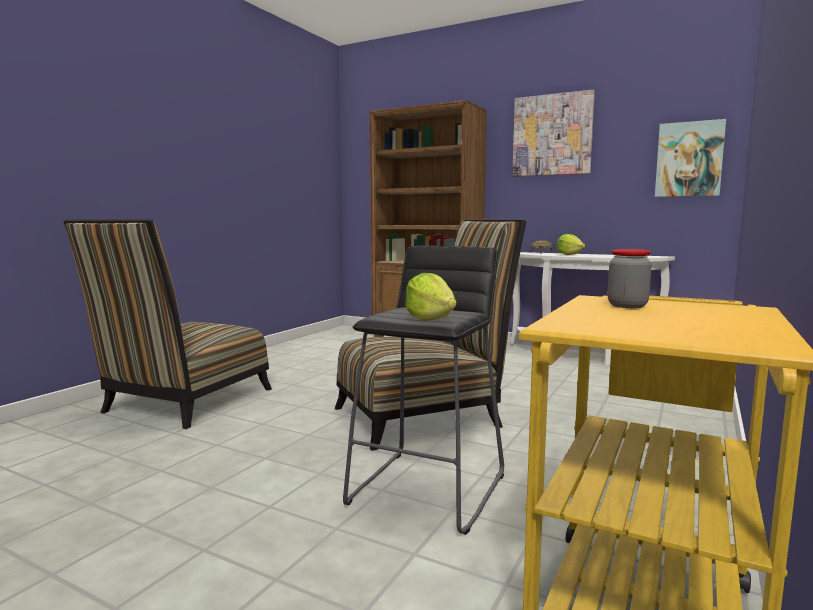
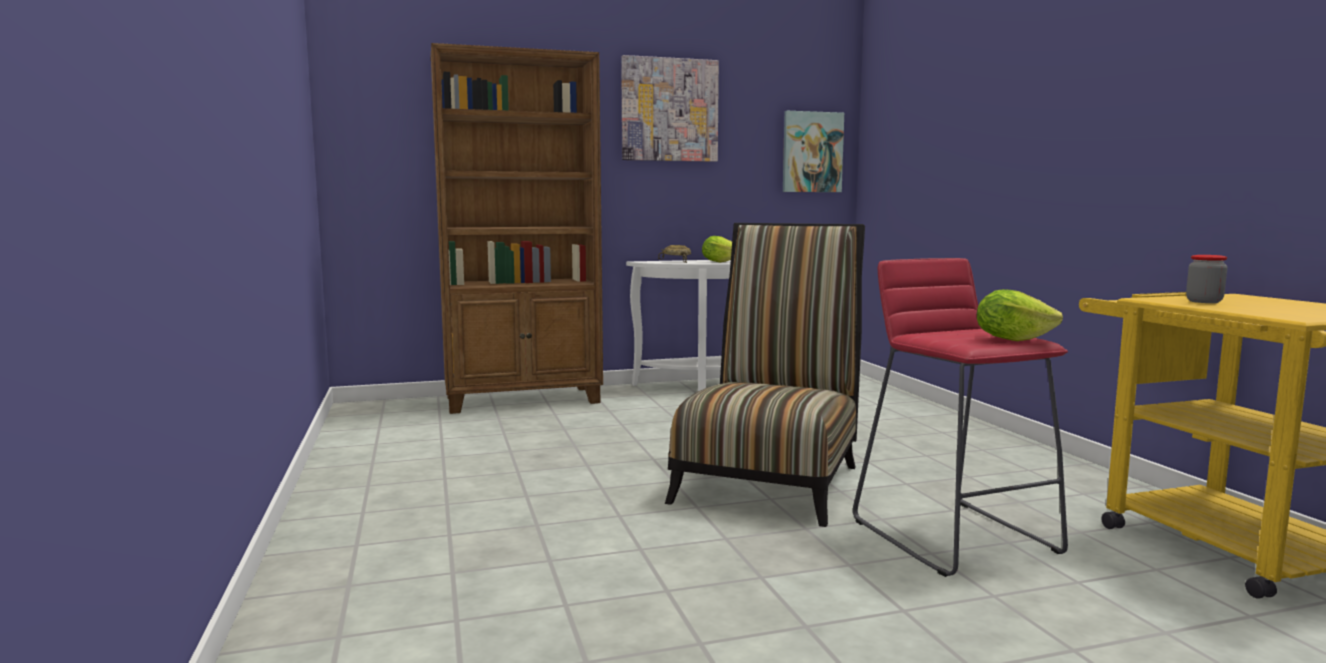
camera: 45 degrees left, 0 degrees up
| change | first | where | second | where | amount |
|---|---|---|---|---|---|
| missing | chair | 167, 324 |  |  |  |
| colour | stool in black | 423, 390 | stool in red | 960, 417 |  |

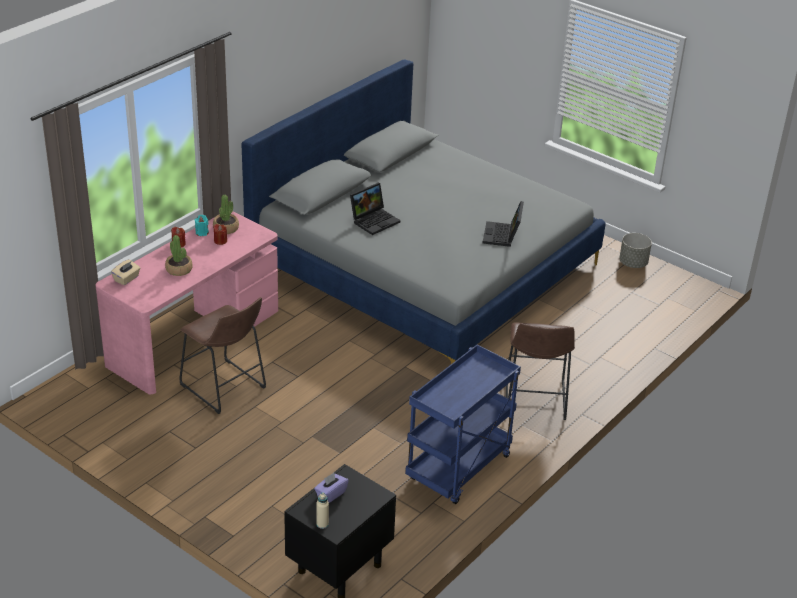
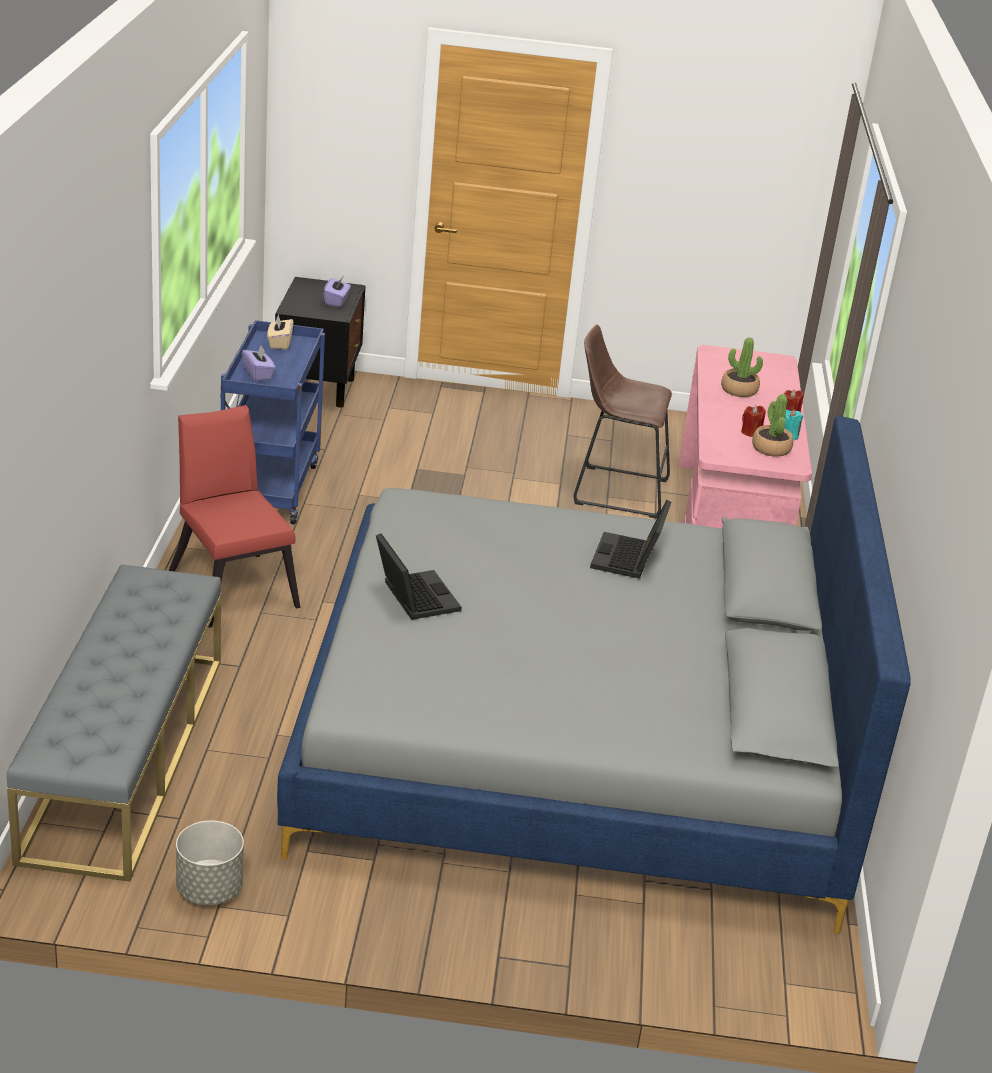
camera: 145 degrees right, 5 degrees down
| change | first | where | second | where | amount |
|---|---|---|---|---|---|
| relocated | tissue box in beige | 125, 272 |  | 280, 332 |  |
| exchanged | stool in brown | 540, 371 | chair in red | 235, 516 |  |
| missing | bottle in beige | 322, 510 |  |  |  |
| appeared |  |  | tissue box in purple | 259, 363 |  |
| appeared |  |  | bench in grey | 113, 723 |  |

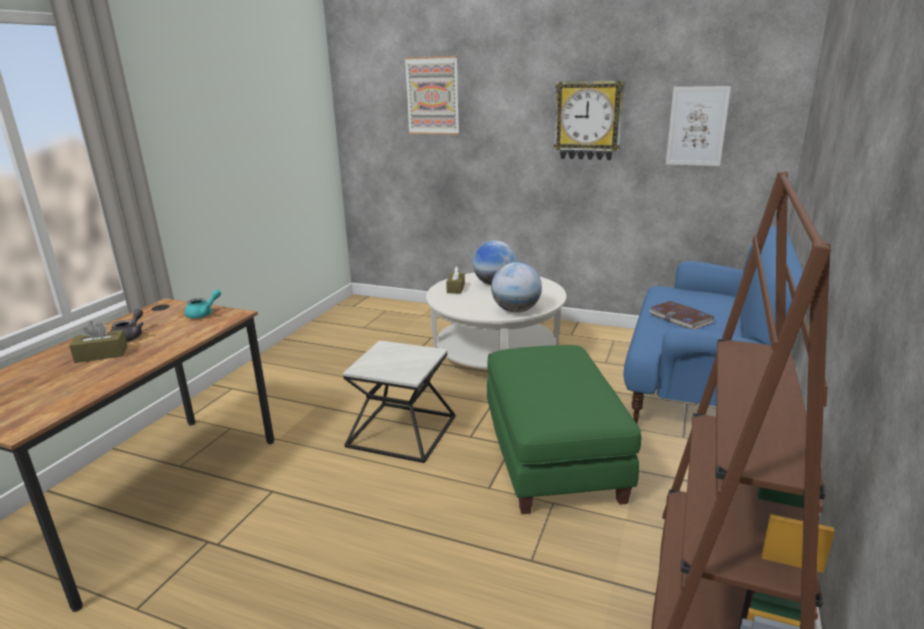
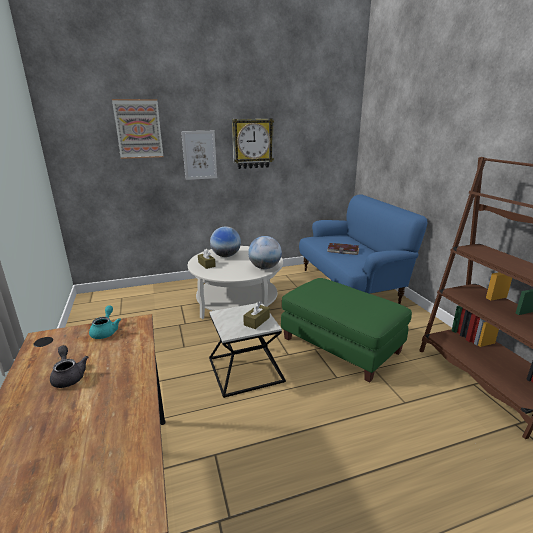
camera: 40 degrees left, 0 degrees up
| change | first | where | second | where | amount |
|---|---|---|---|---|---|
| relocated | picture | 698, 126 |  | 199, 155 |  |
| relocated | tissue box in brown | 98, 342 |  | 256, 315 |  |

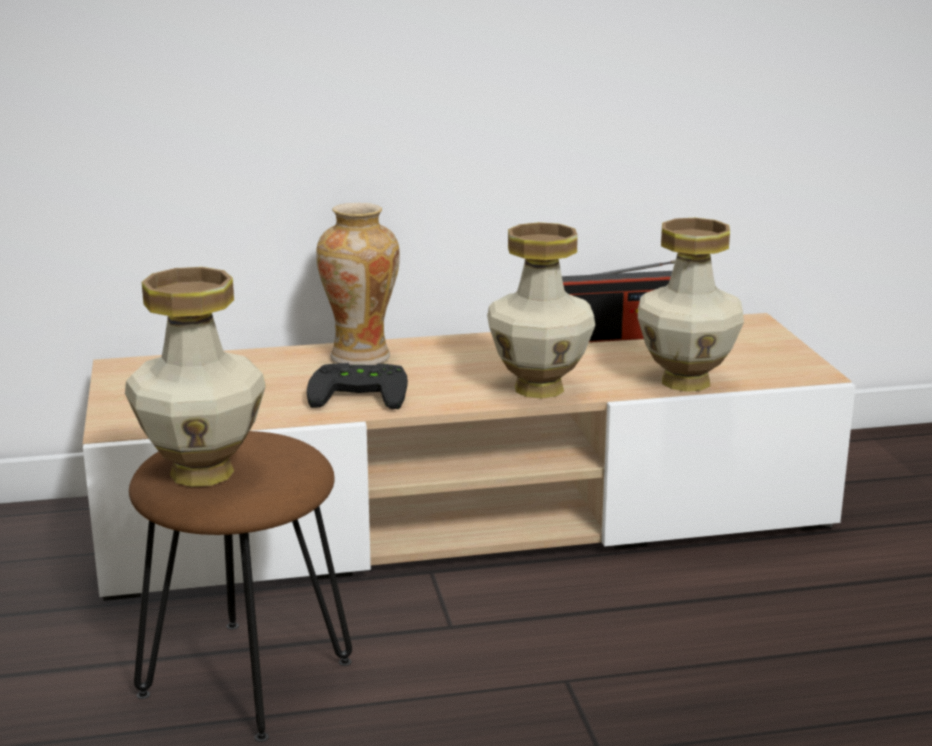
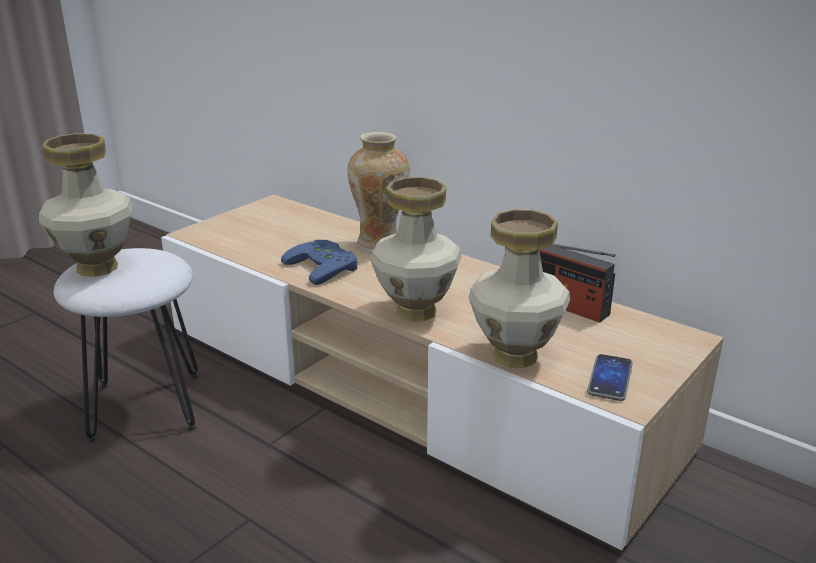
camera: 50 degrees right, 5 degrees up
| change | first | where | second | where | amount |
|---|---|---|---|---|---|
| colour | game controller in black | 357, 386 | game controller in blue | 319, 262 |  |
| colour | stool in brown | 240, 586 | stool in white | 126, 345 |  |
| appeared |  |  | phone | 610, 377 |  |

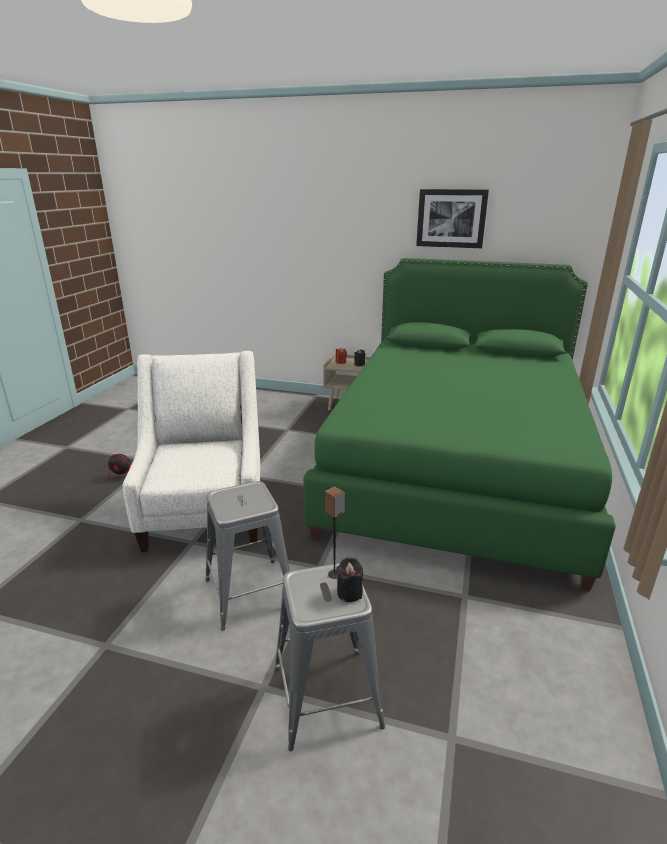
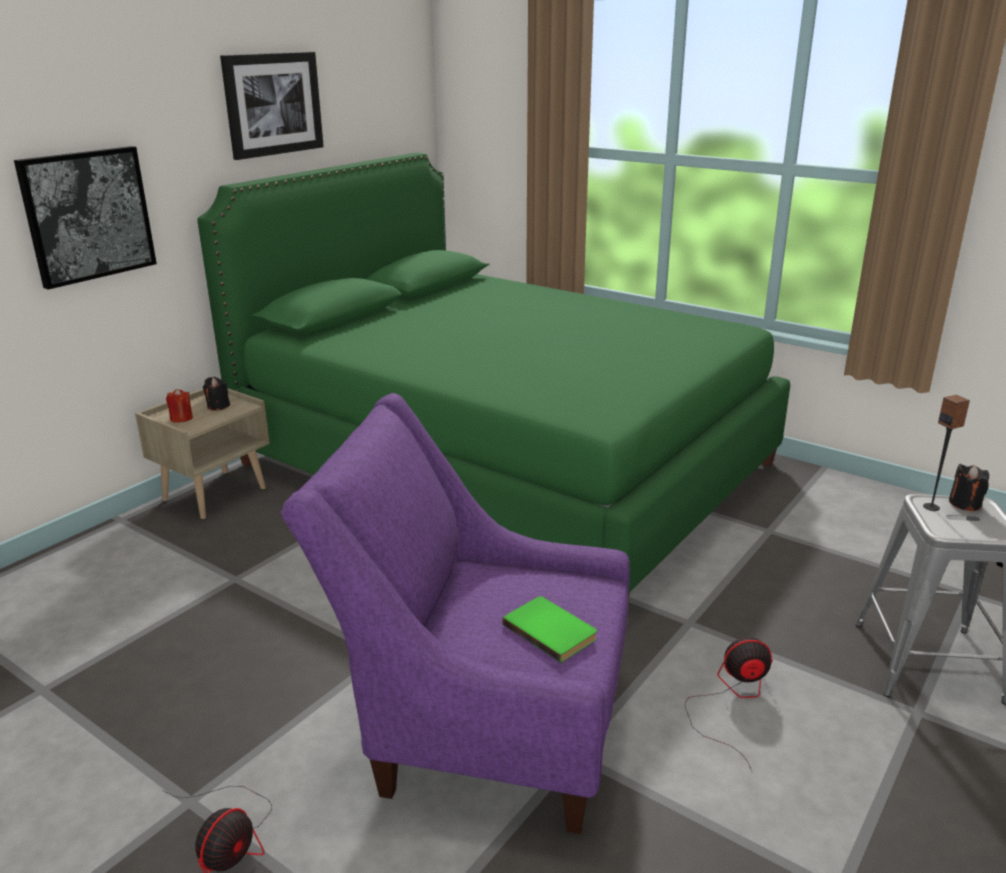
camera: 70 degrees left, 0 degrees up
| change | first | where | second | where | amount |
|---|---|---|---|---|---|
| colour | armchair in white | 191, 451 | armchair in purple | 455, 613 |  |
| exchanged | stool in grey | 247, 556 | fan | 729, 704 |  |
| appeared |  |  | picture | 85, 218 |  |
| appeared |  |  | book in green | 549, 629 |  |

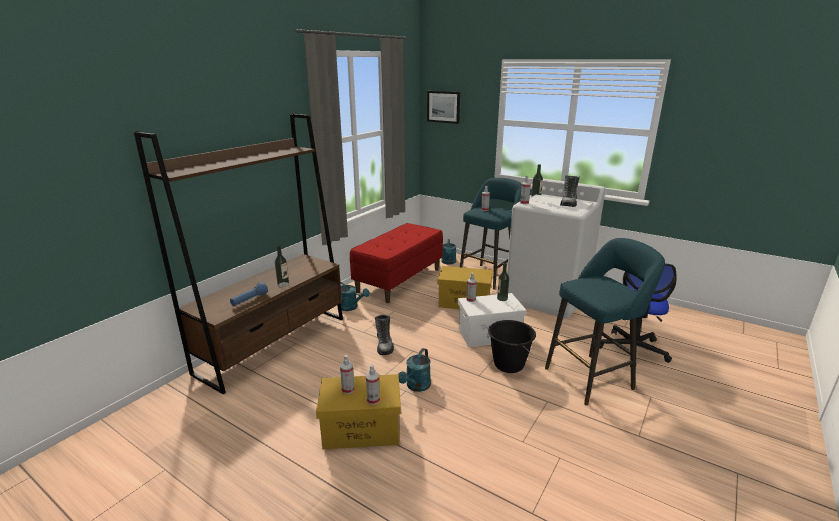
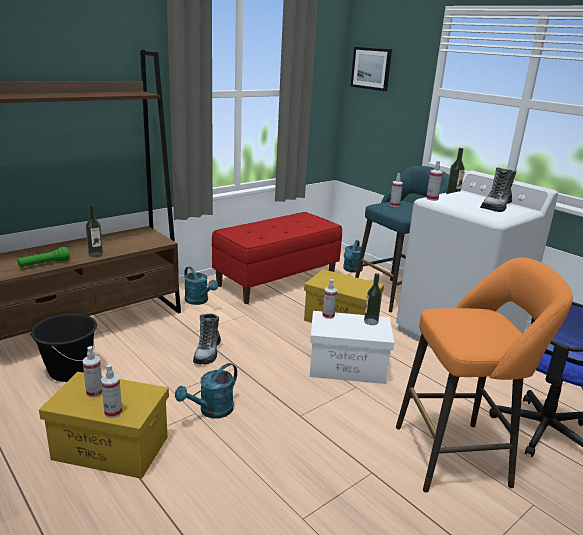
camera: 15 degrees right, 0 degrees up
| change | first | where | second | where | amount |
|---|---|---|---|---|---|
| colour | stool in turquoise | 605, 322 | stool in orange | 484, 375 |  |
| colour | flashlight in blue | 249, 294 | flashlight in green | 43, 257 |  |
| relocated | bucket in black | 512, 346 |  | 64, 347 |  |

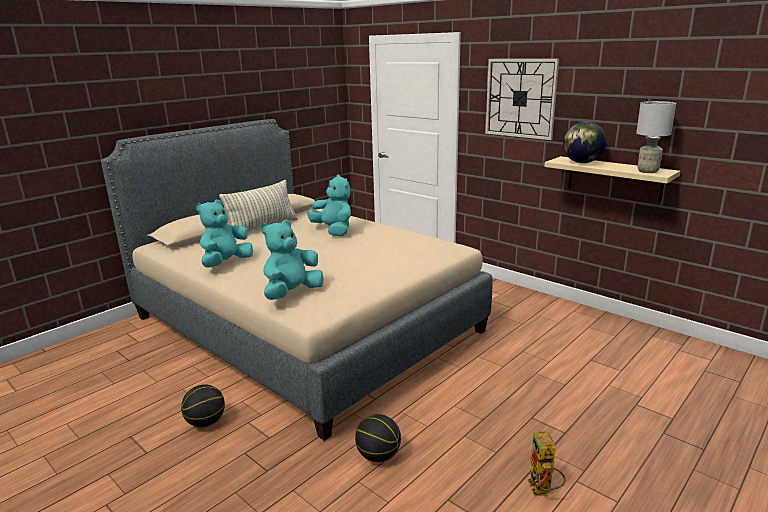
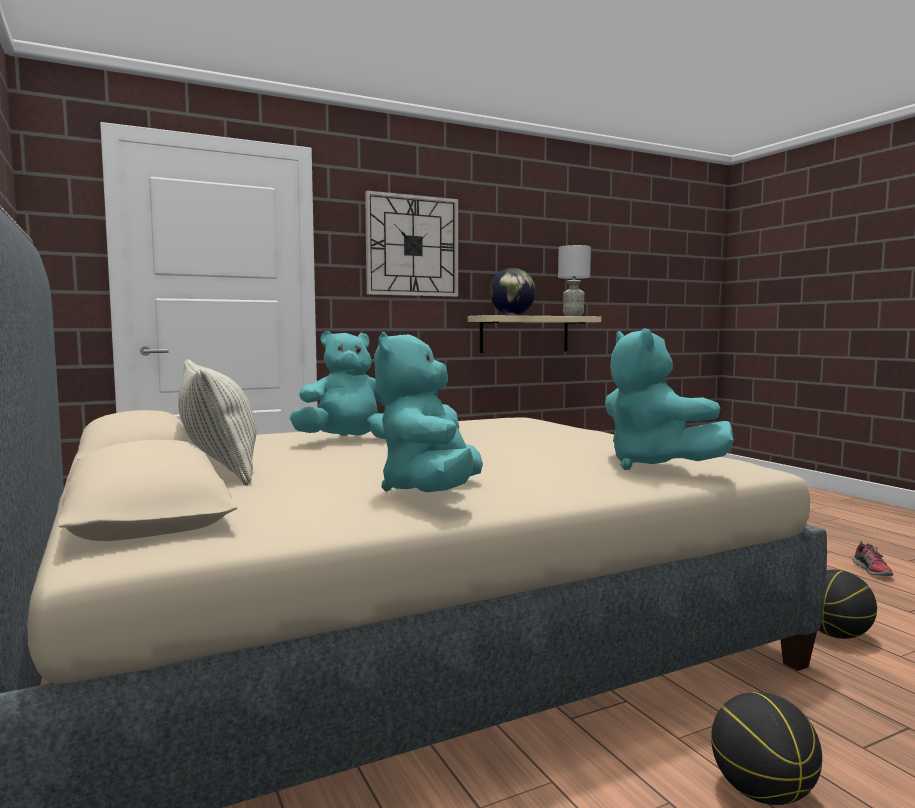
camera: 70 degrees left, 15 degrees down
| change | first | where | second | where | amount |
|---|---|---|---|---|---|
| spun | plush toy in turquoise | 224, 234 |  | 428, 412 | 45 degrees clockwise |
| exchanged | toy robot | 546, 463 | shoe | 872, 558 |  |

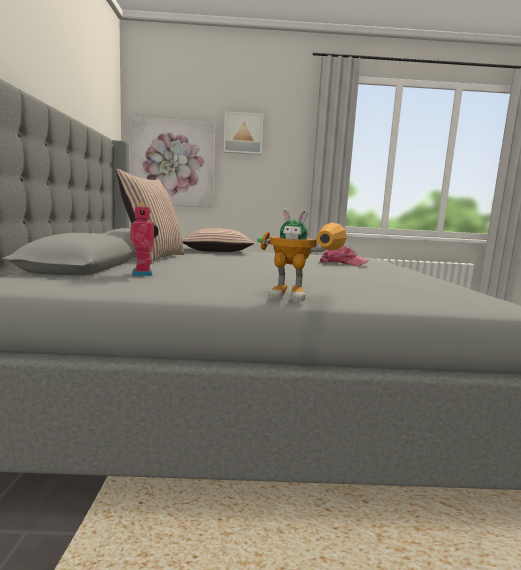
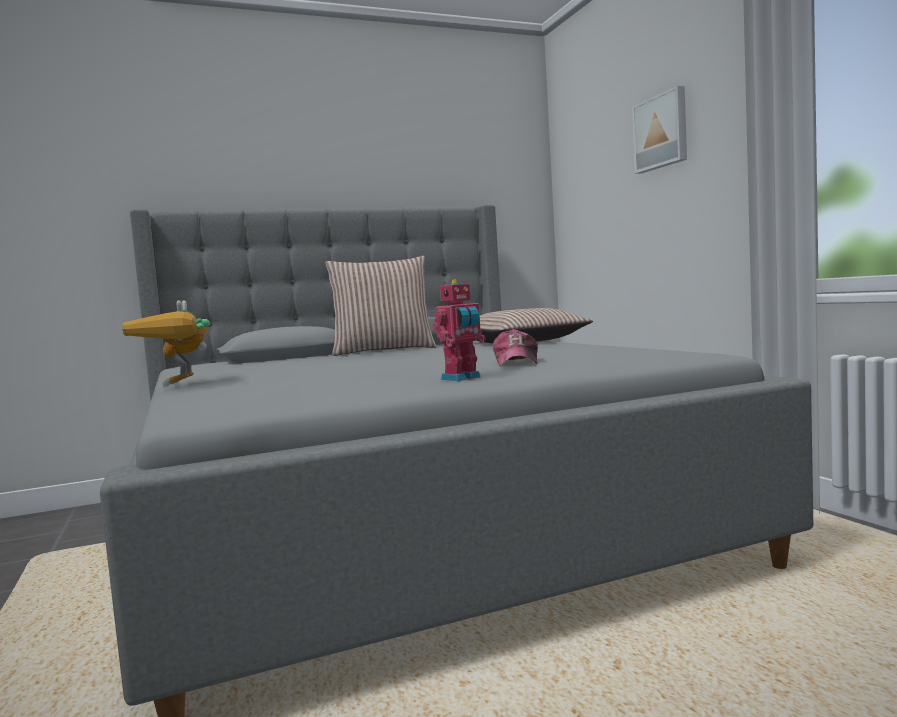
camera: 70 degrees right, 5 degrees down
| change | first | where | second | where | amount |
|---|---|---|---|---|---|
| missing | picture | 172, 162 |  |  |  |
| relocated | toy robot | 144, 239 |  | 459, 330 |  |

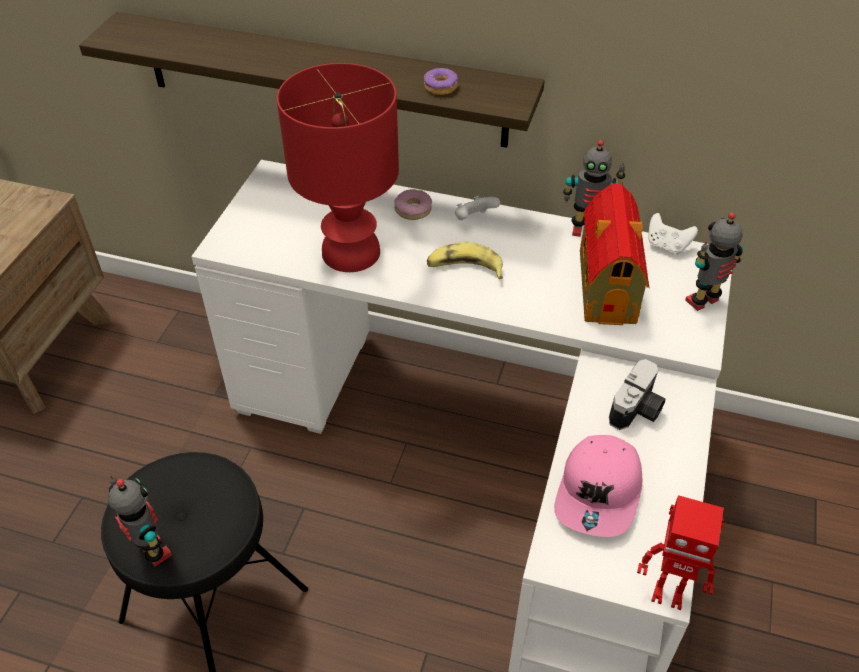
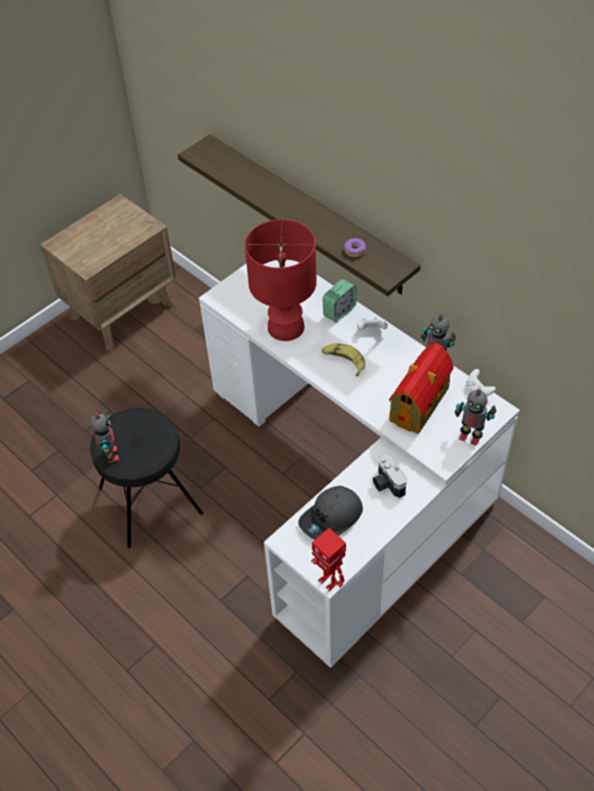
camera: 30 degrees right, 5 degrees up
| change | first | where | second | where | amount |
|---|---|---|---|---|---|
| exchanged | donut | 413, 204 | alarm clock | 339, 300 |  |
| spun | toy robot | 714, 261 |  | 475, 417 | 150 degrees counterclockwise |
| spun | photo camera | 637, 394 |  | 390, 476 | 90 degrees clockwise |
| colour | cap in pink | 598, 486 | cap in grey | 330, 513 |  |

